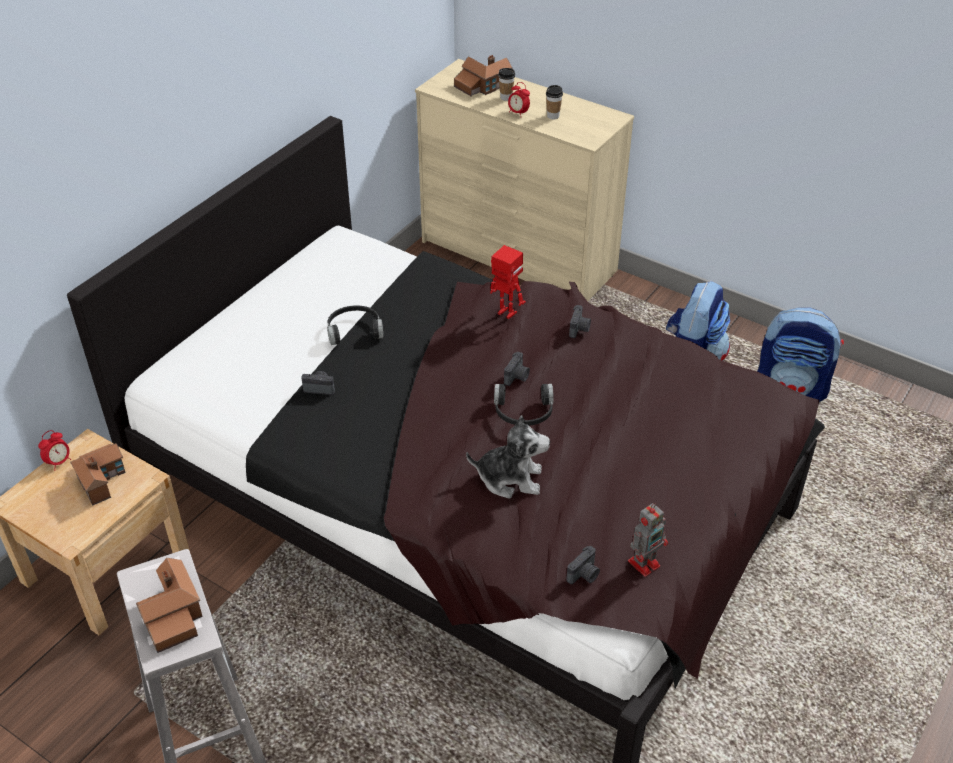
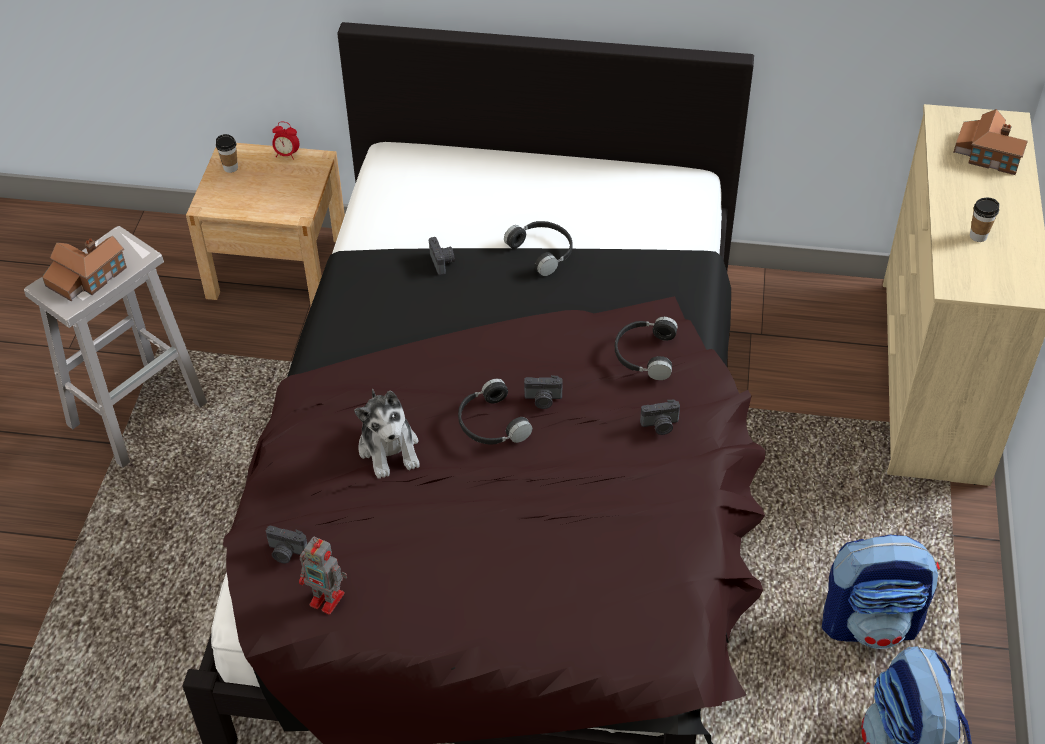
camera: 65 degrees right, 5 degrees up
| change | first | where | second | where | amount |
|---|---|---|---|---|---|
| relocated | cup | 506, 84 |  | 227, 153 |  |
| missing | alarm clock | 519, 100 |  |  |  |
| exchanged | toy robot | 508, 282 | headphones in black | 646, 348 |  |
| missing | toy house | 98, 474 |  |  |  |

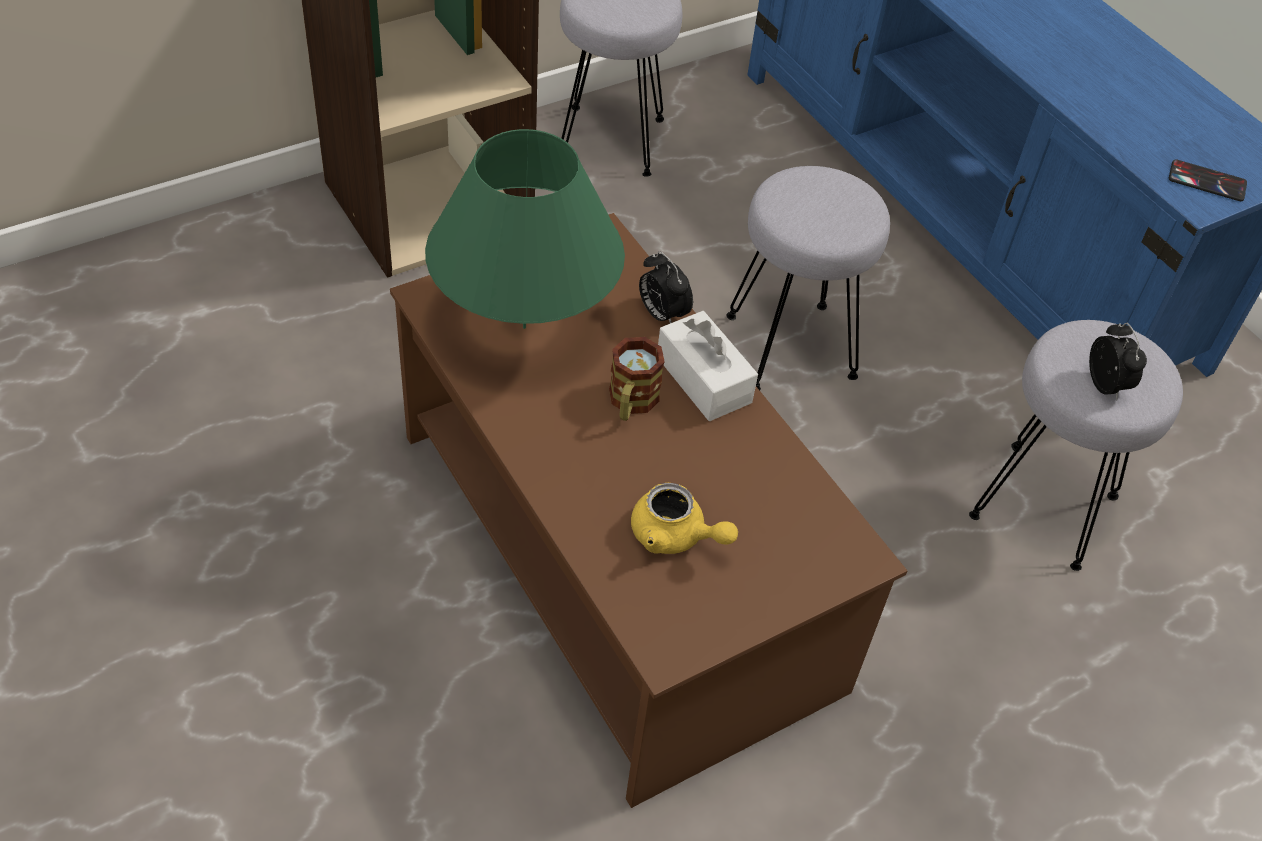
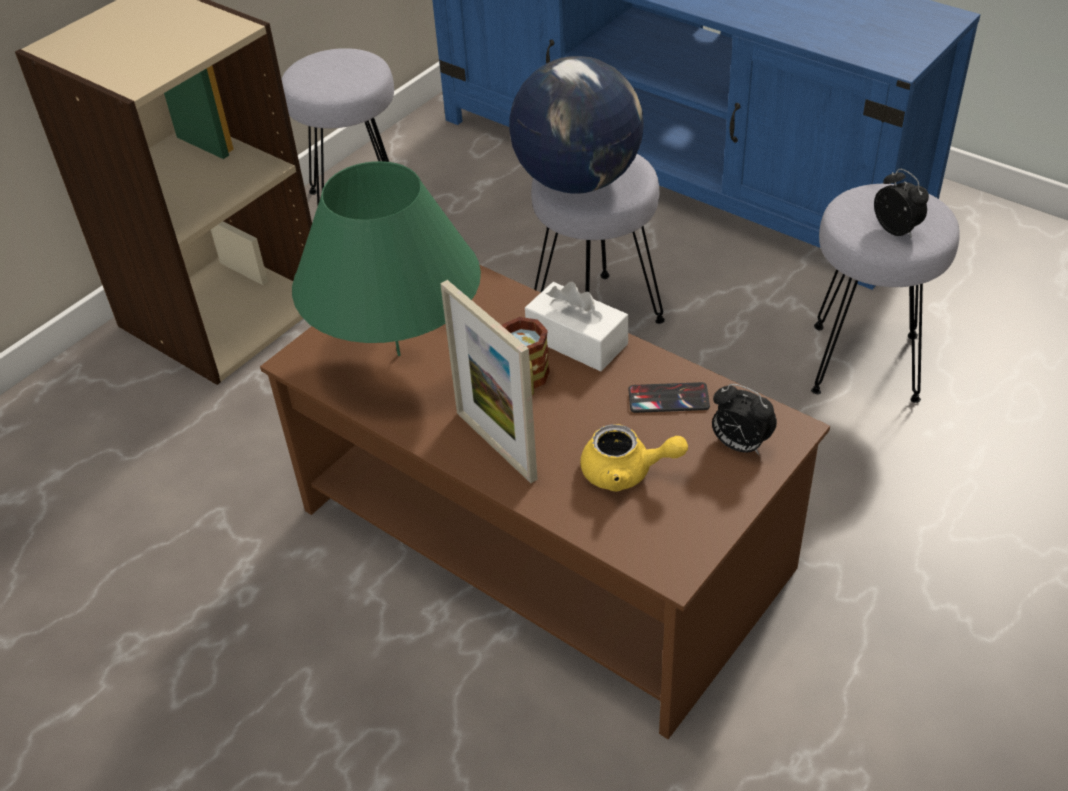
camera: 15 degrees left, 5 degrees down
| change | first | where | second | where | amount |
|---|---|---|---|---|---|
| relocated | phone | 1208, 180 |  | 669, 397 |  |
| relocated | alarm clock | 666, 287 |  | 744, 419 |  |
| appeared |  |  | globe | 576, 125 |  |
| appeared |  |  | picture frame | 489, 381 |  |

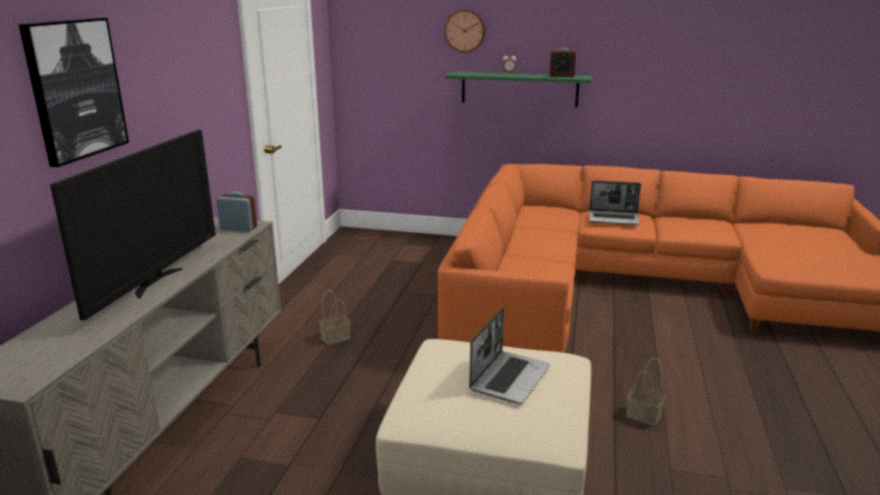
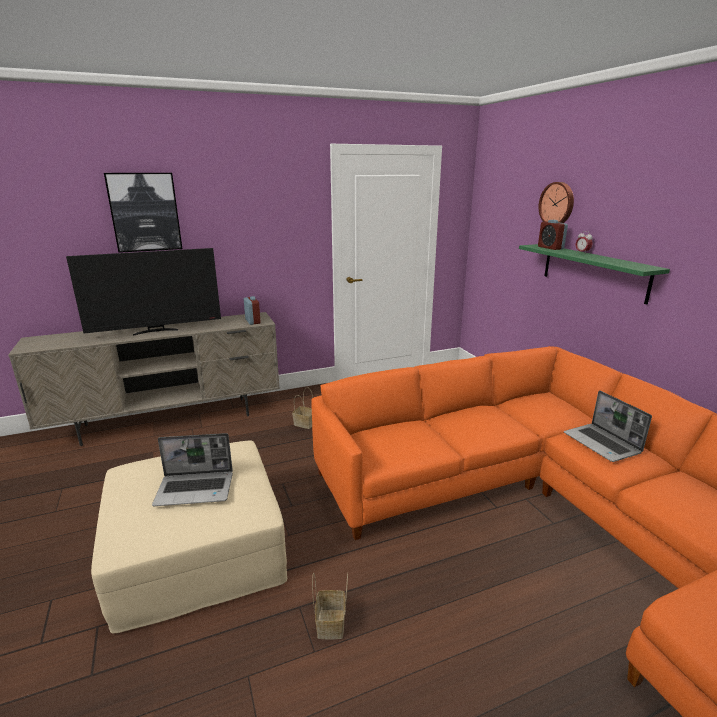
camera: 55 degrees right, 0 degrees up
| change | first | where | second | where | amount |
|---|---|---|---|---|---|
| relocated | alarm clock | 562, 62 |  | 553, 235 |  |

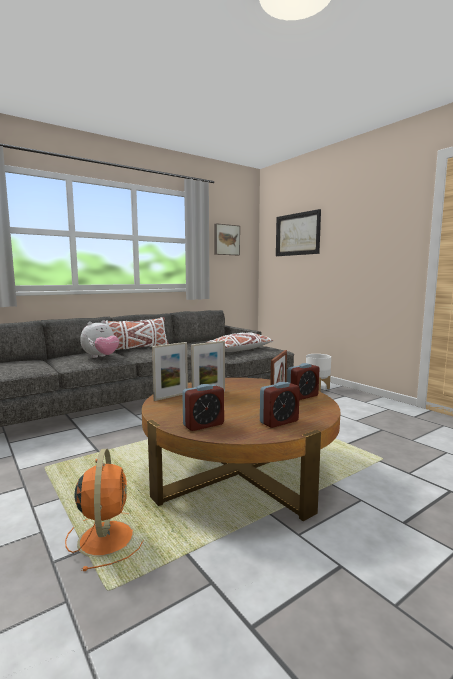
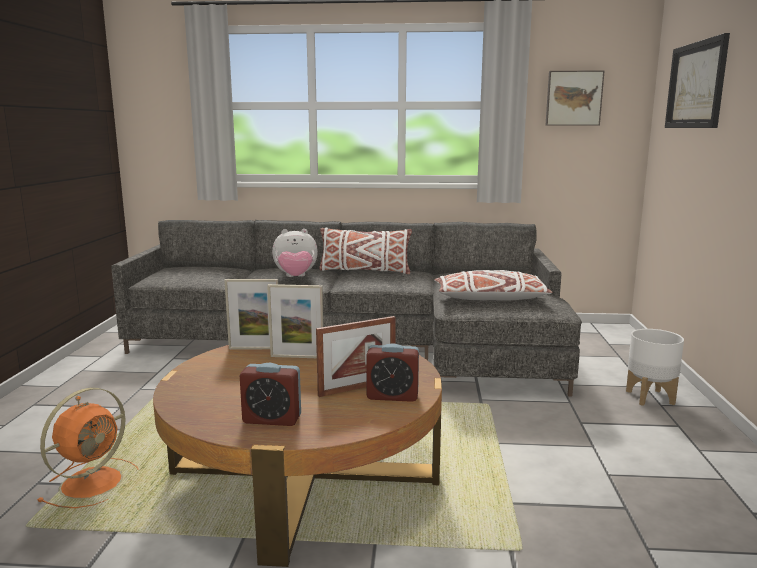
camera: 40 degrees right, 5 degrees up
| change | first | where | second | where | amount |
|---|---|---|---|---|---|
| missing | alarm clock | 203, 407 |  |  |  |

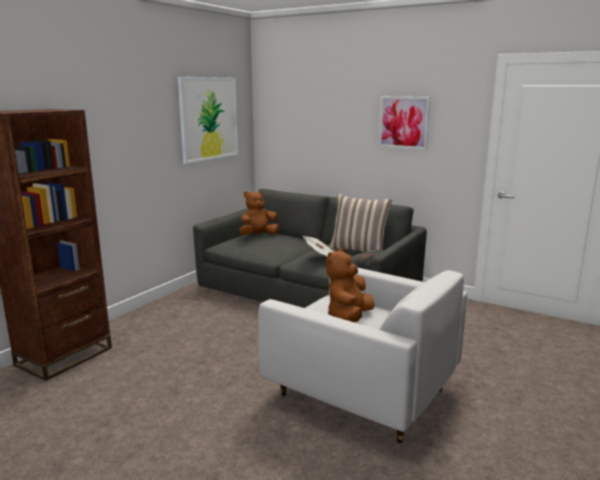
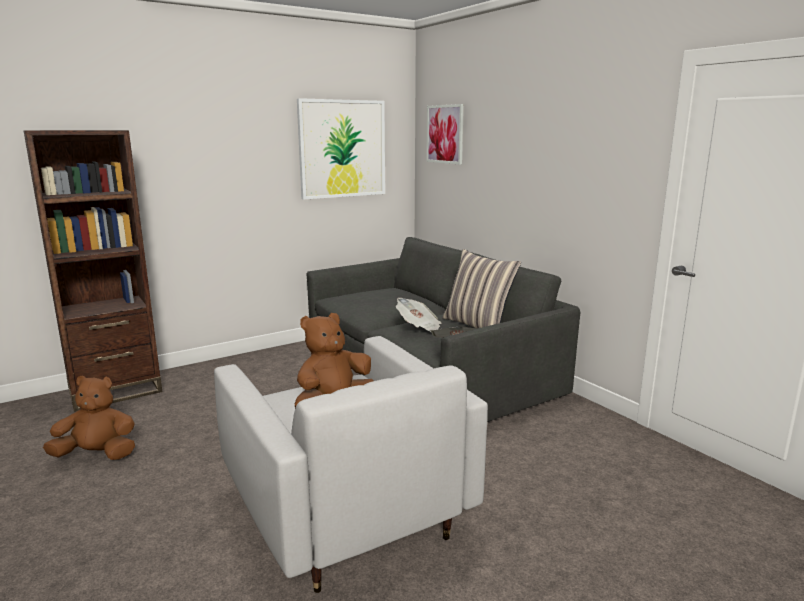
camera: 25 degrees right, 0 degrees up
| change | first | where | second | where | amount |
|---|---|---|---|---|---|
| relocated | picture | 404, 122 |  | 445, 134 |  |
| relocated | plush toy in brown | 259, 213 |  | 89, 417 |  |

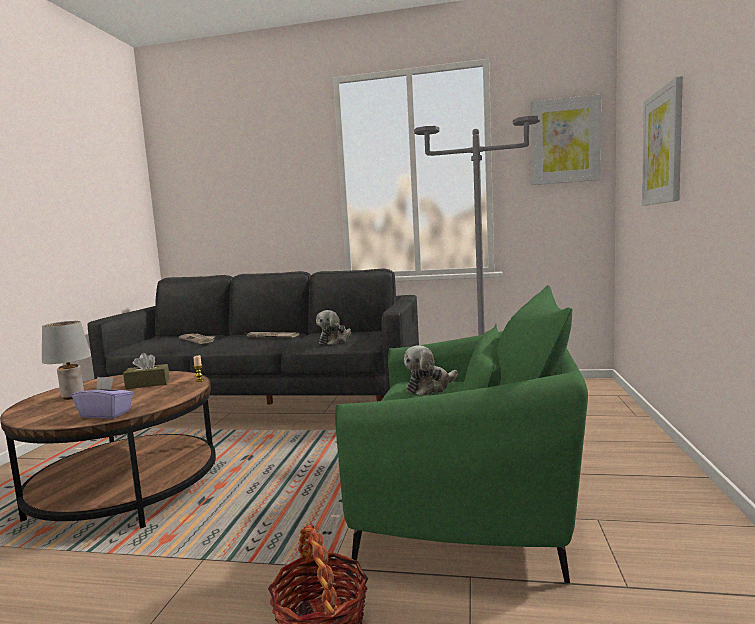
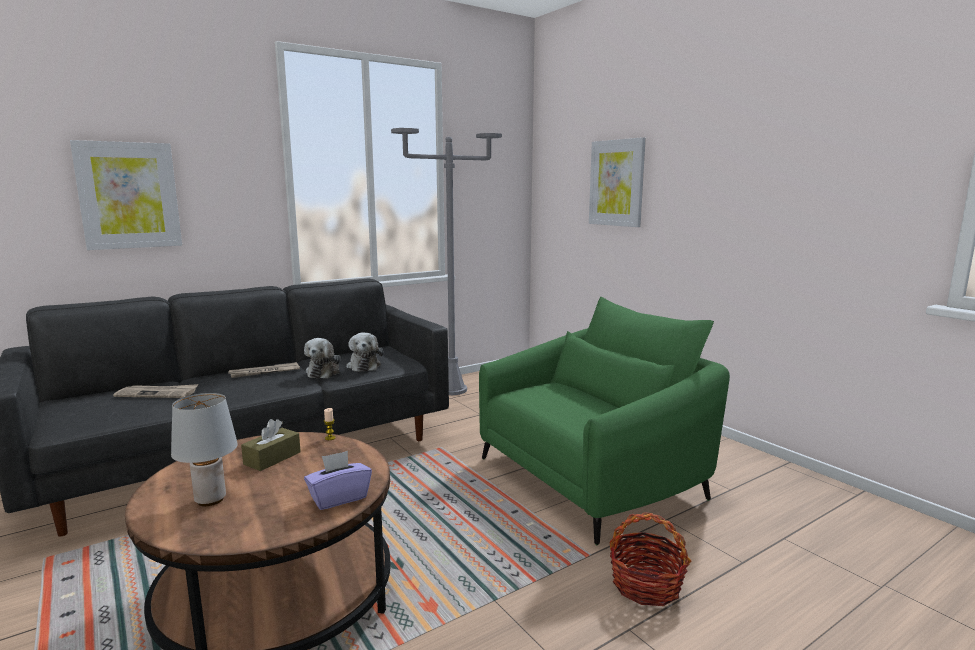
camera: 45 degrees left, 5 degrees up
| change | first | where | second | where | amount |
|---|---|---|---|---|---|
| relocated | picture | 565, 139 |  | 126, 195 |  |
| relocated | plush toy | 430, 370 |  | 322, 358 |  |

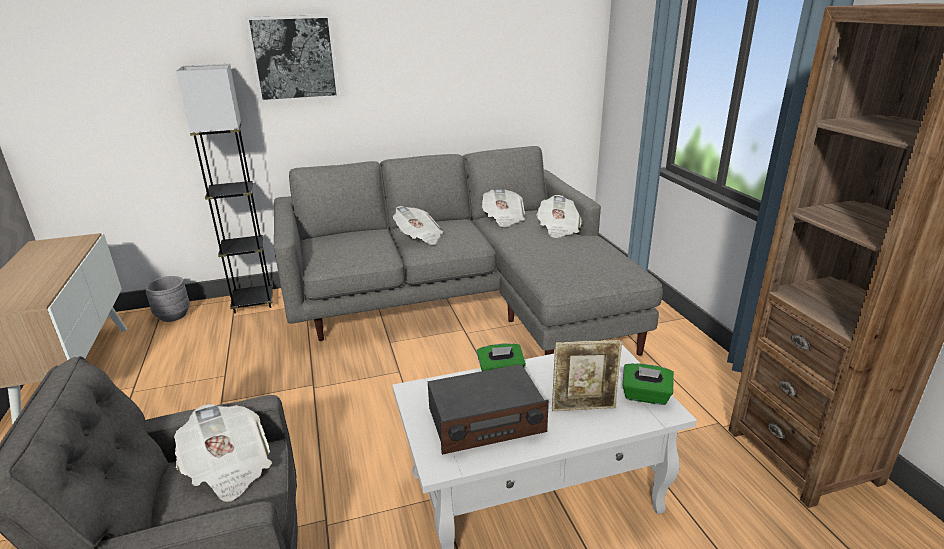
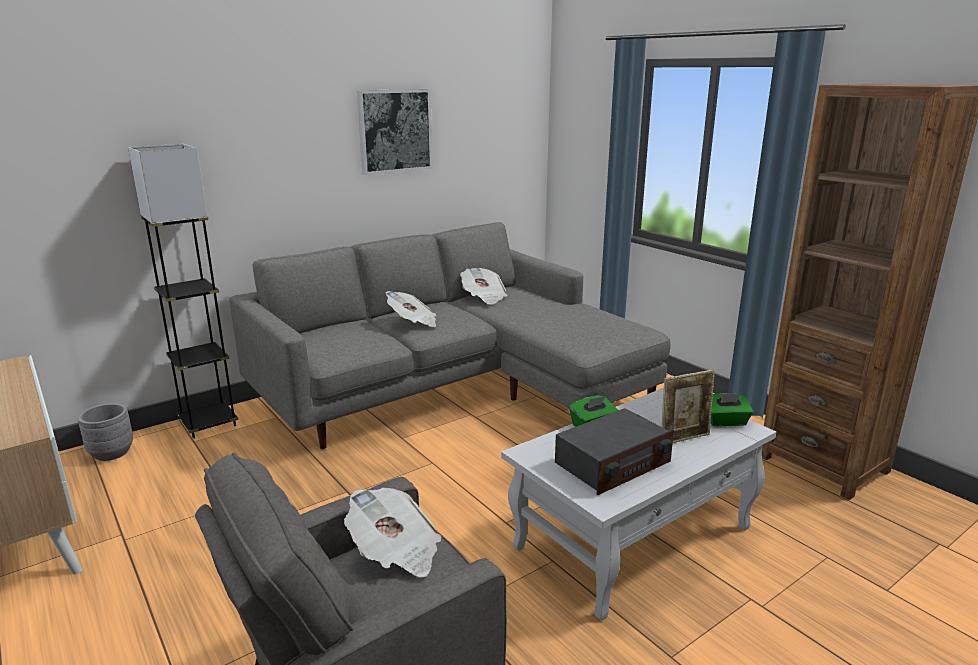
camera: 20 degrees left, 5 degrees down
| change | first | where | second | where | amount |
|---|---|---|---|---|---|
| relocated | picture | 292, 58 |  | 395, 132 |  |
| missing | newspaper | 558, 216 |  |  |  |

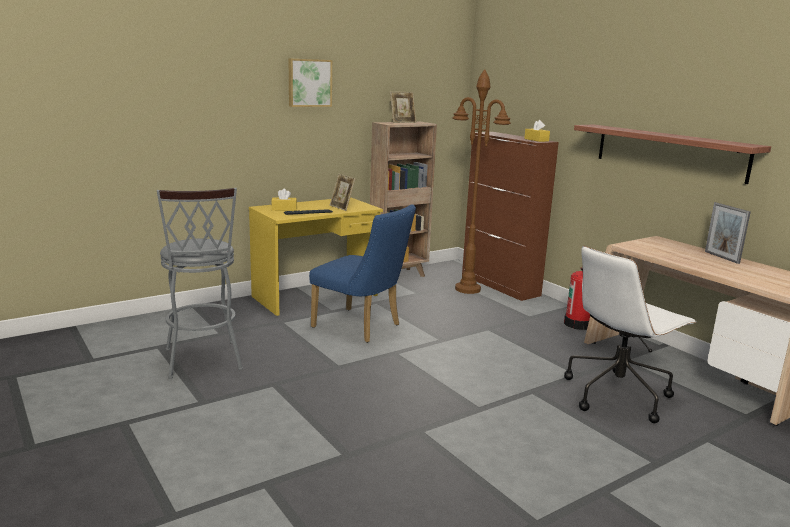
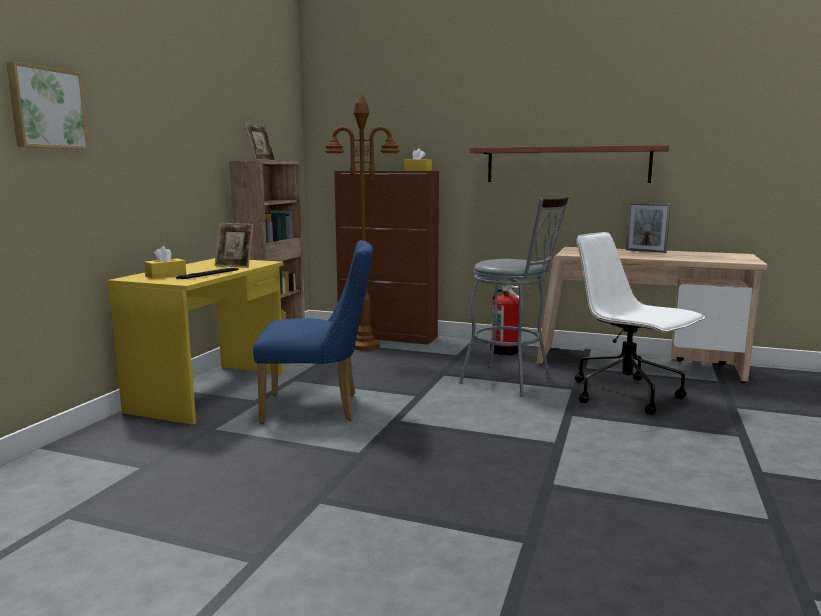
camera: 35 degrees left, 5 degrees down
| change | first | where | second | where | amount |
|---|---|---|---|---|---|
| relocated | picture | 310, 82 |  | 47, 105 |  |
| relocated | stool in grey | 200, 283 |  | 514, 296 |  |
| spun | office chair in white | 630, 334 |  | 640, 323 | 120 degrees clockwise |

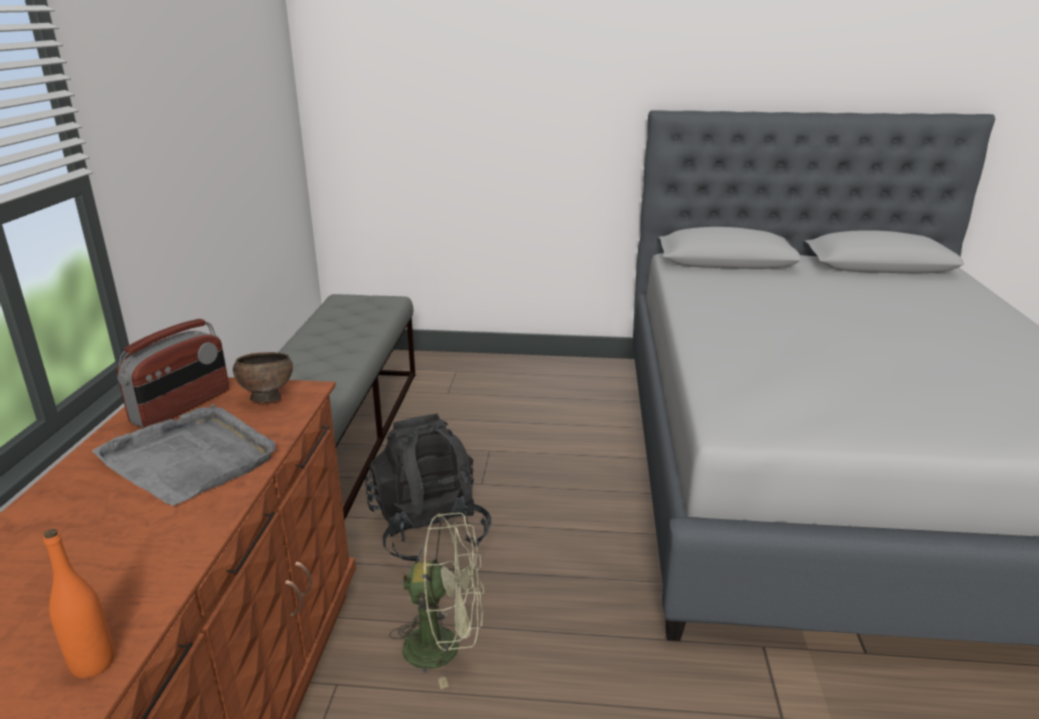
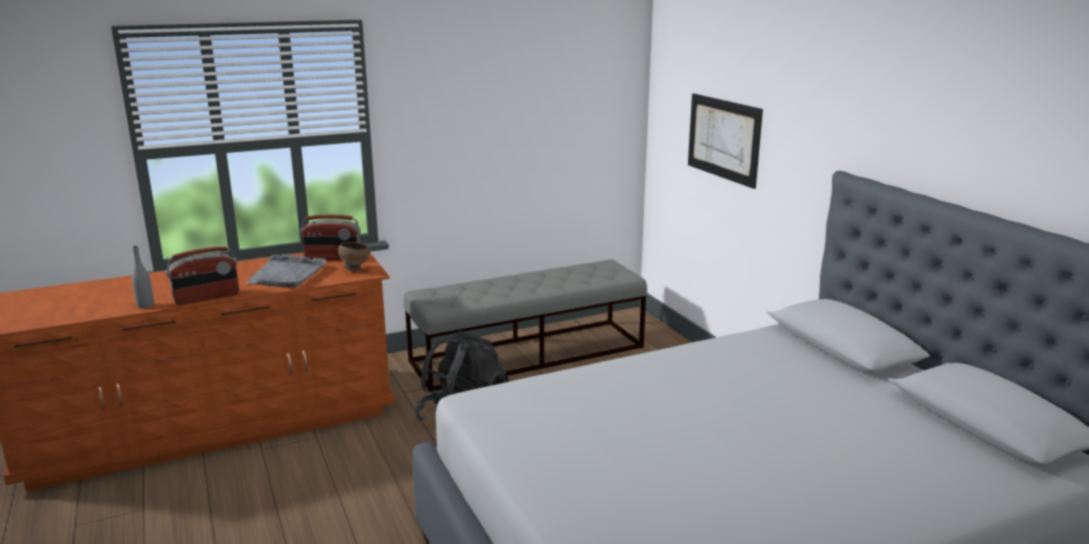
camera: 60 degrees right, 5 degrees down
| change | first | where | second | where | amount |
|---|---|---|---|---|---|
| missing | fan in green | 436, 601 |  |  |  |
| colour | bottle in orange | 79, 603 | bottle in grey | 143, 277 |  |
| appeared |  |  | picture | 725, 141 |  |
| appeared |  |  | radio | 202, 275 |  |

